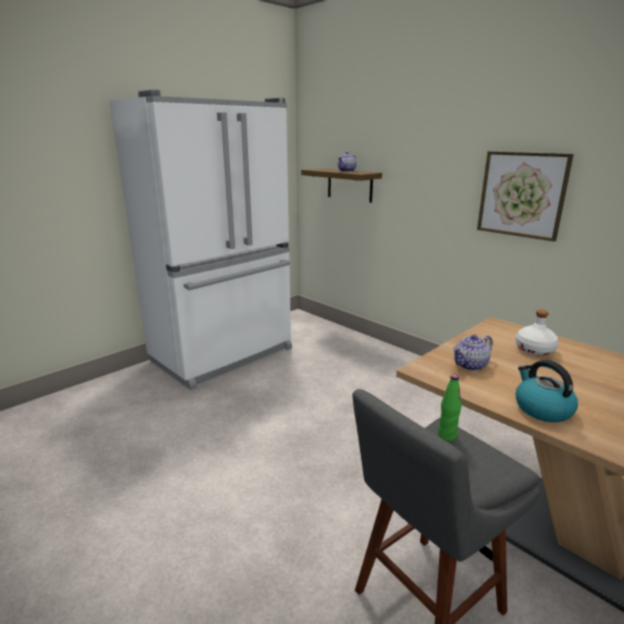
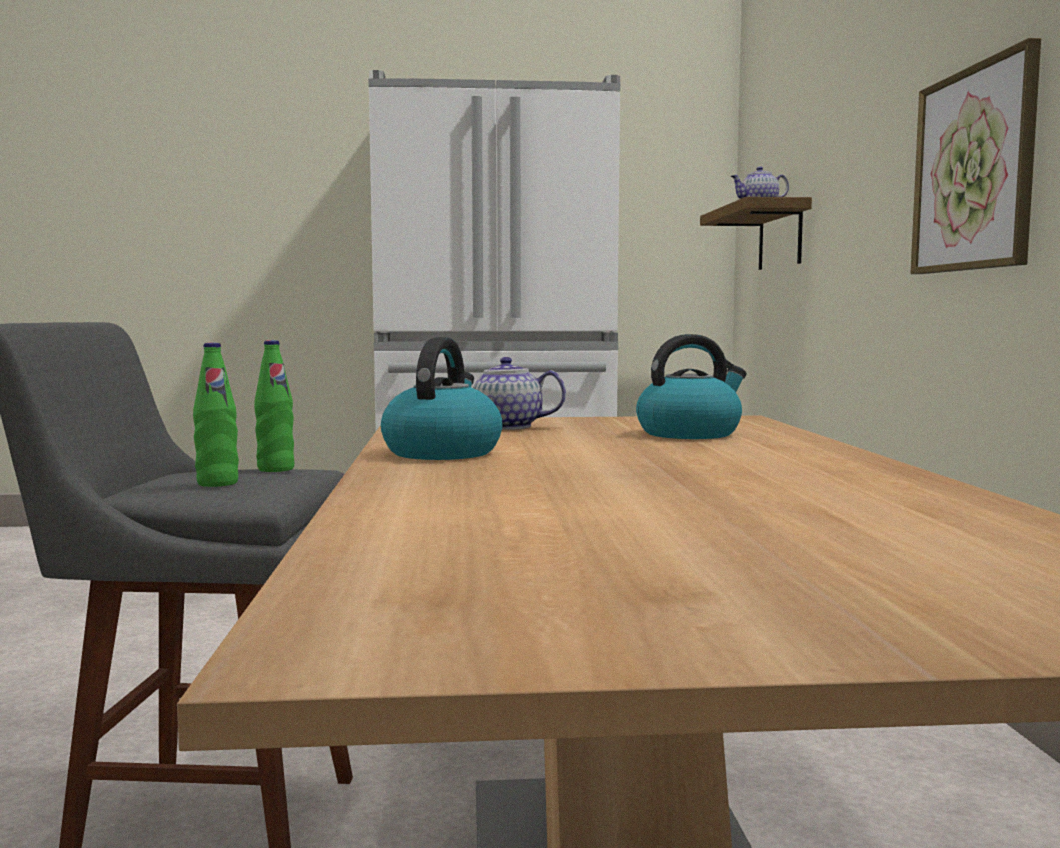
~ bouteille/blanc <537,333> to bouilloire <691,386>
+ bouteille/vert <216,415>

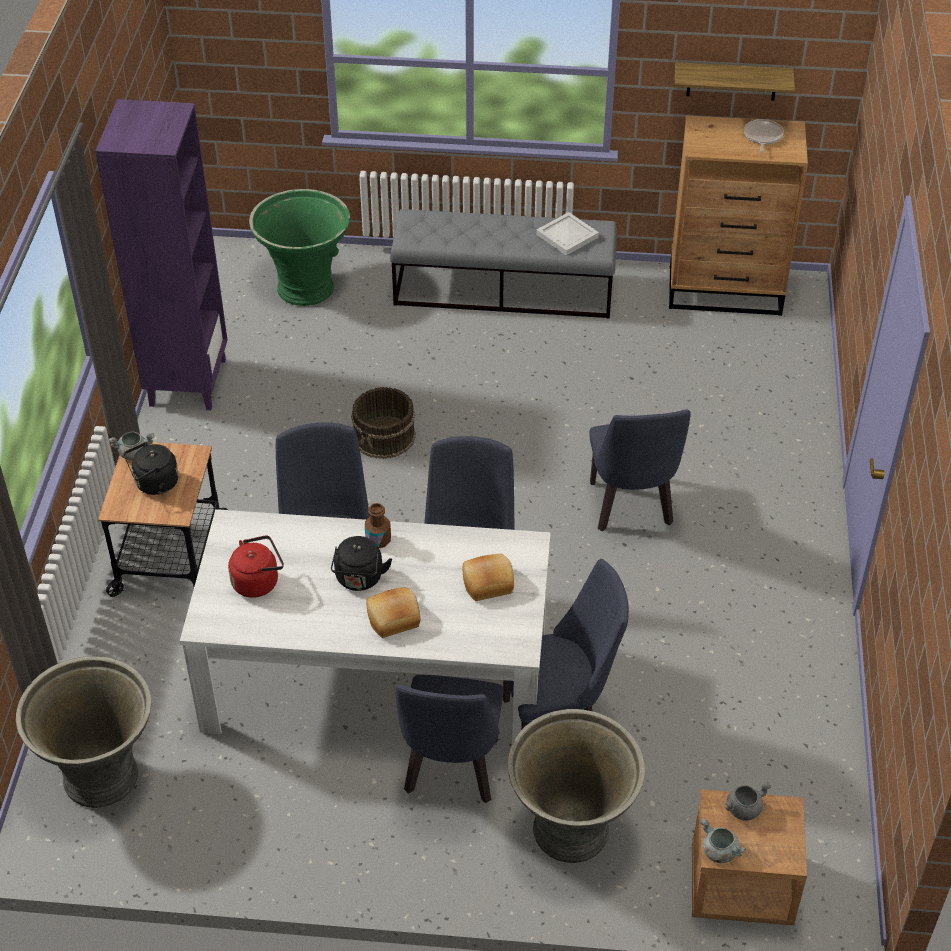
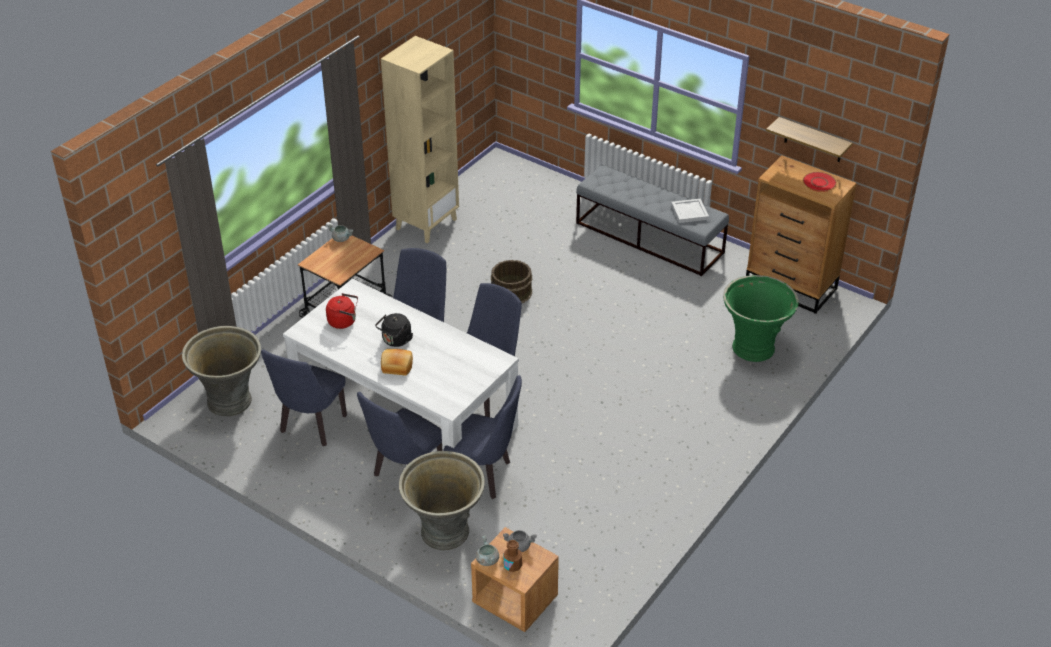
~ bibliothèque/violet <161,254> to bibliothèque/beige <420,139>
- bouilloire/noir <151,468>
~ cache-pot/vert <299,247> to <761,318>
~ bouteille/marron <378,525> to <513,556>
- pain <488,577>
~ chaise/bleu <640,470> to <304,397>
~ poêle <764,136> to assiette/rouge <820,182>

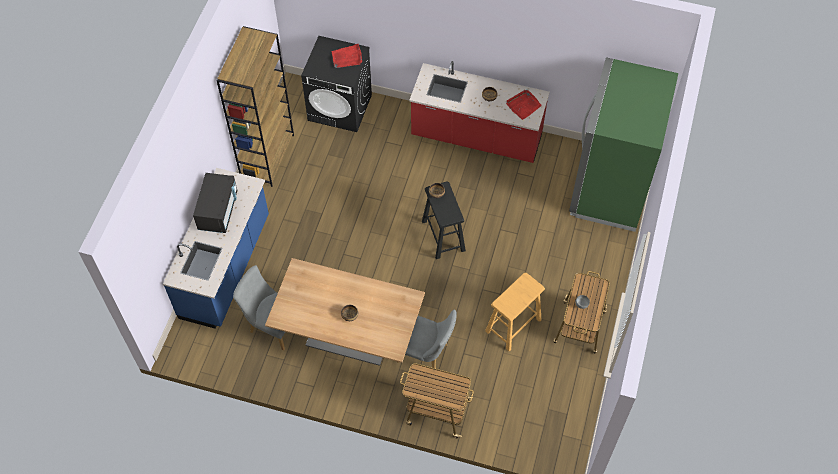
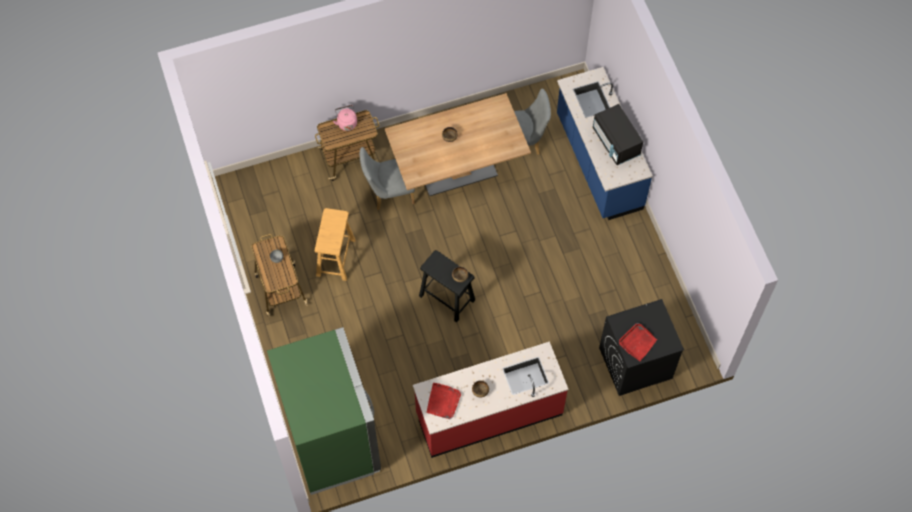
- bibliothèque/marron <255,106>
+ bouilloire/rose <345,118>

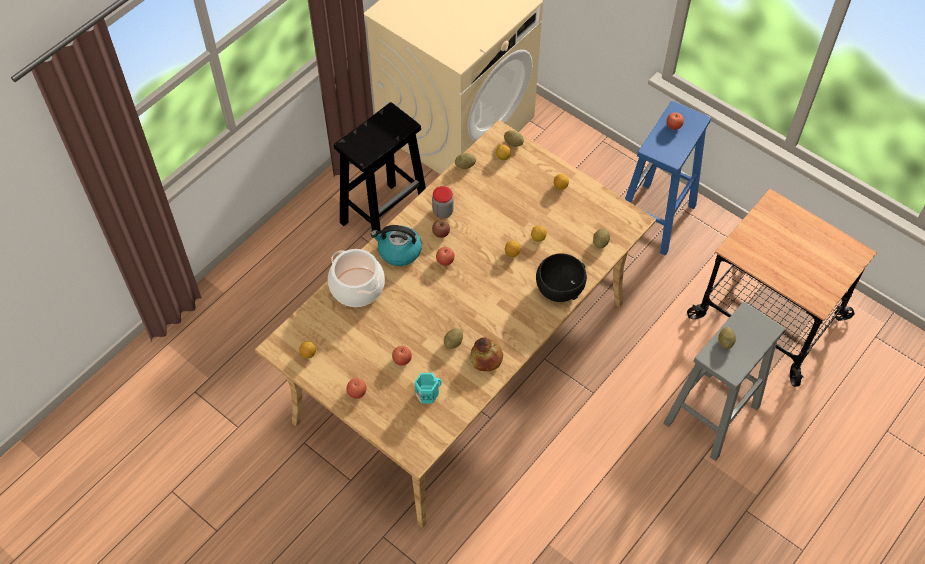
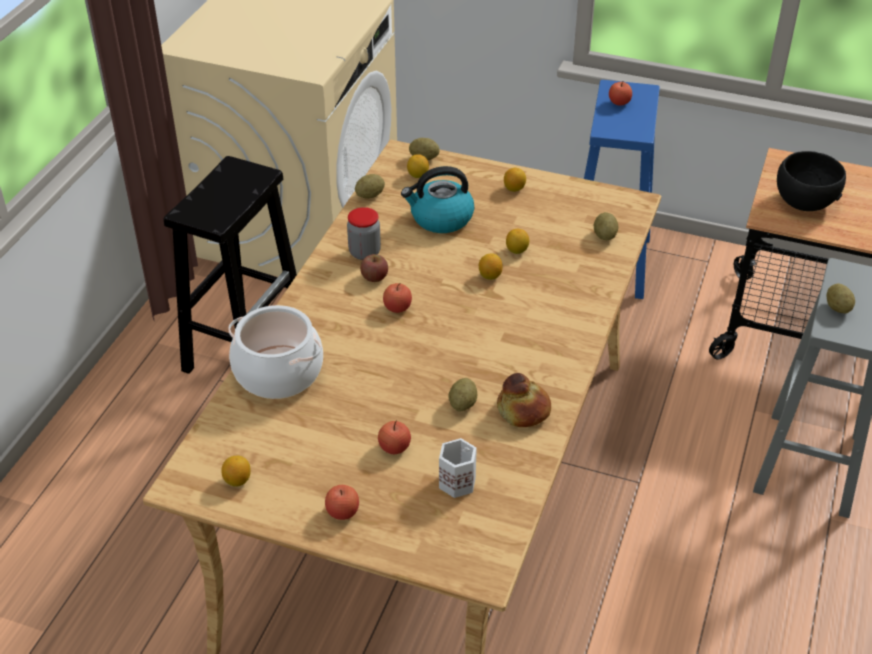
~ bouilloire <396,245> to <437,199>
~ mug/turquoise <428,388> to mug/blanc <458,468>
~ bol/noir <561,277> to <811,181>

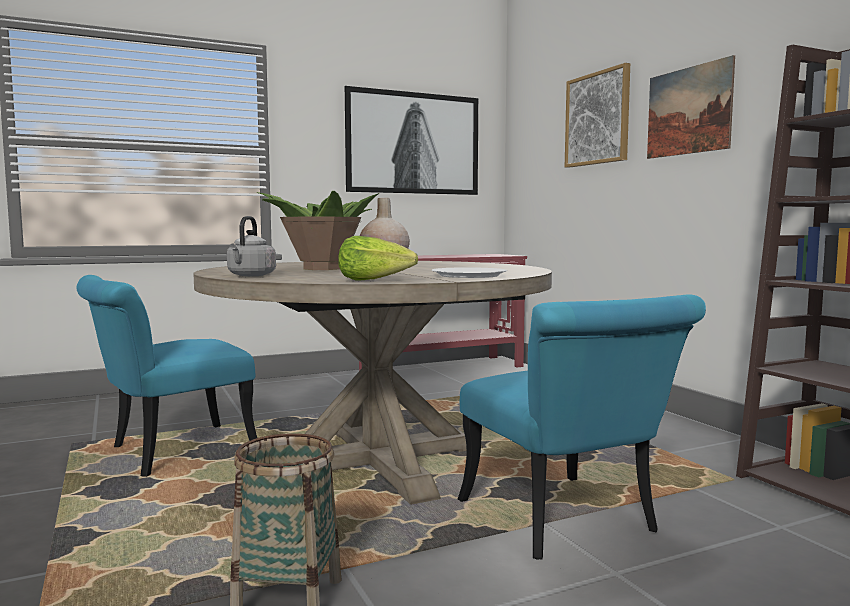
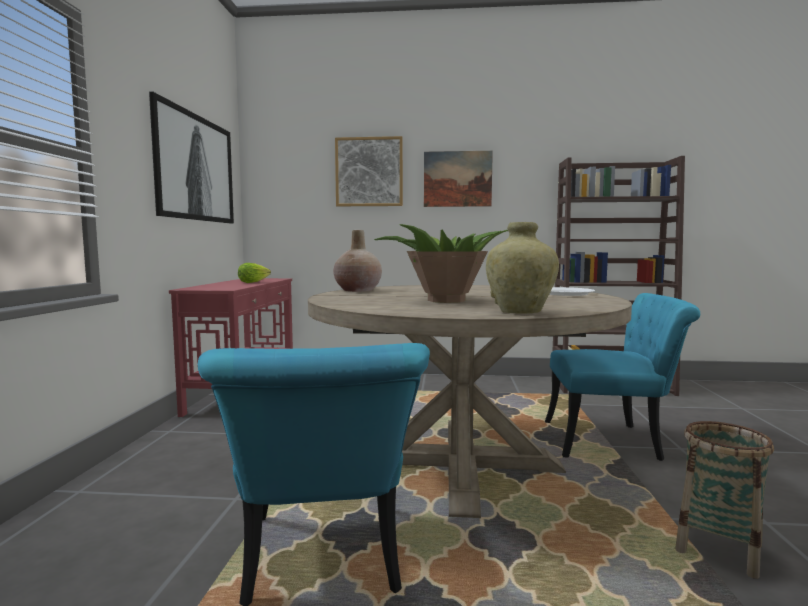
~ bouilloire/gris <251,246> to vase/beige <522,268>
~ laitue <378,258> to <254,273>

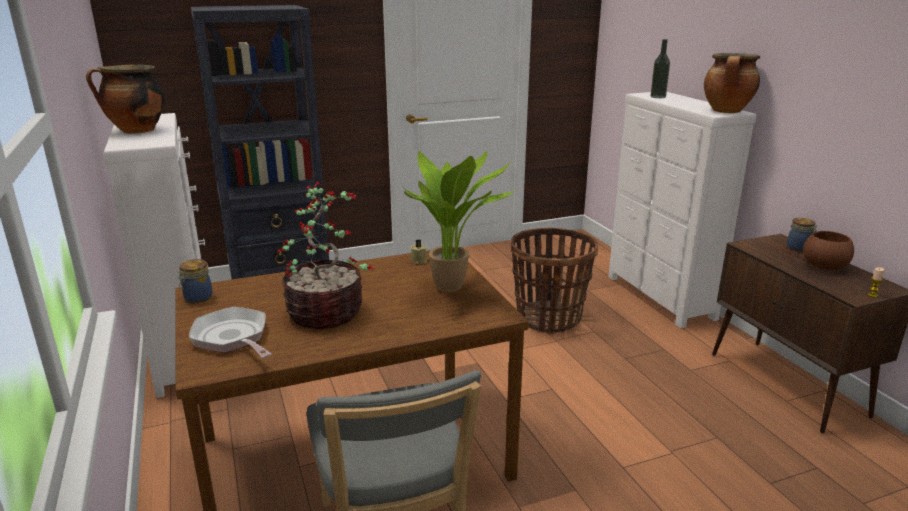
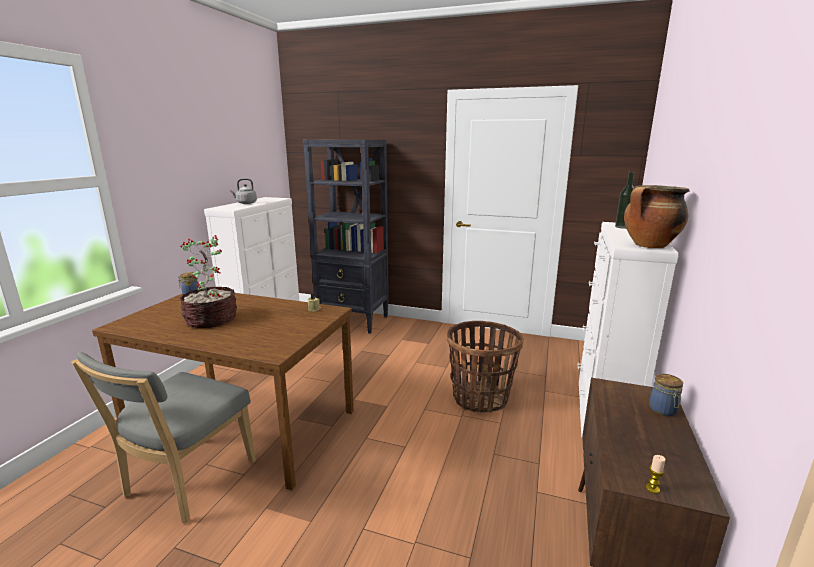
~ marmite <125,99> to bouilloire/gris <243,191>
- poêle <230,332>
- plante en pot <459,221>
- bol/marron <828,250>

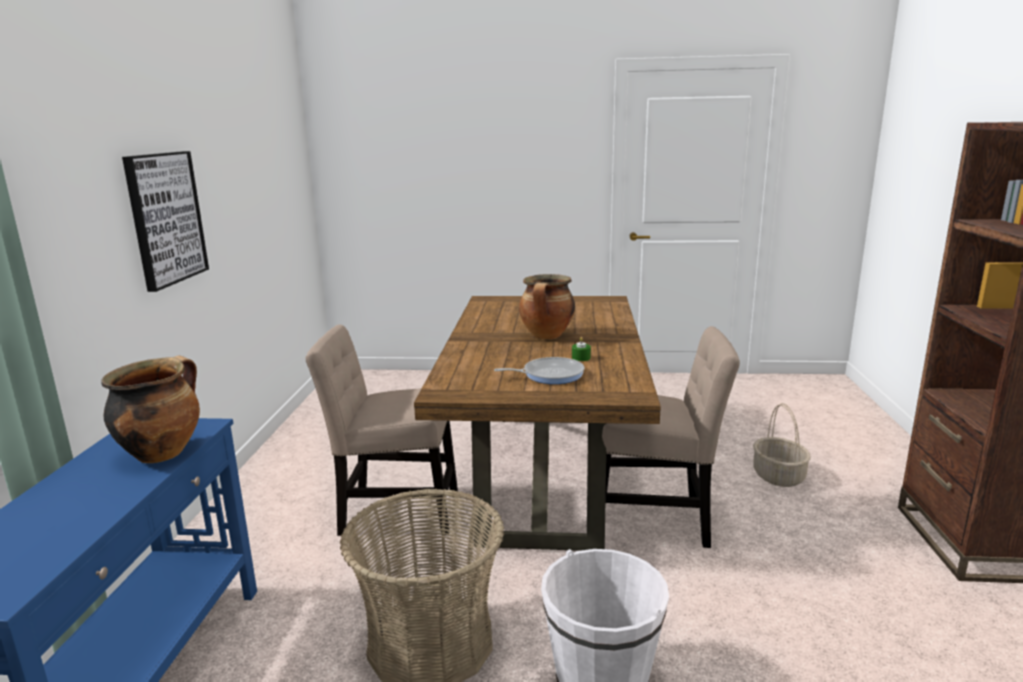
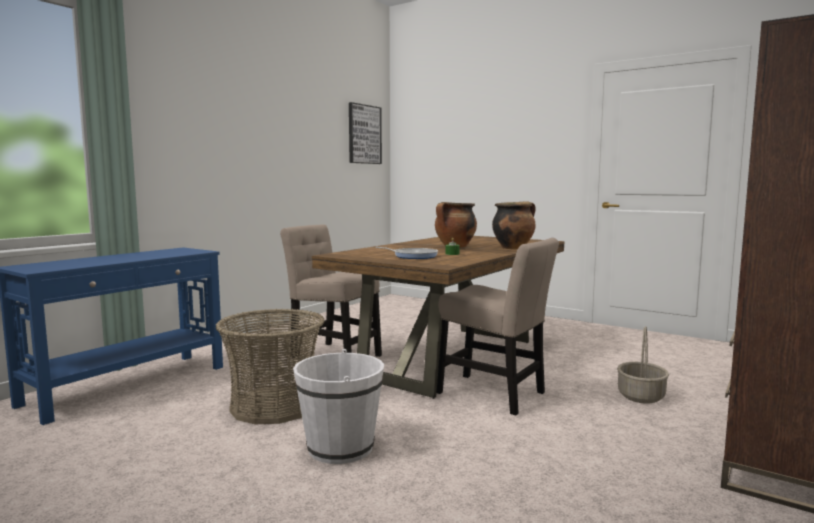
~ marmite <150,409> to <514,225>
~ tableau <165,221> to <365,133>

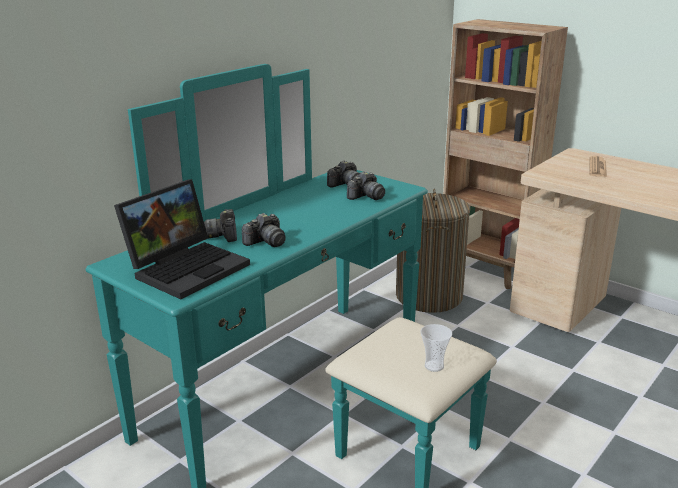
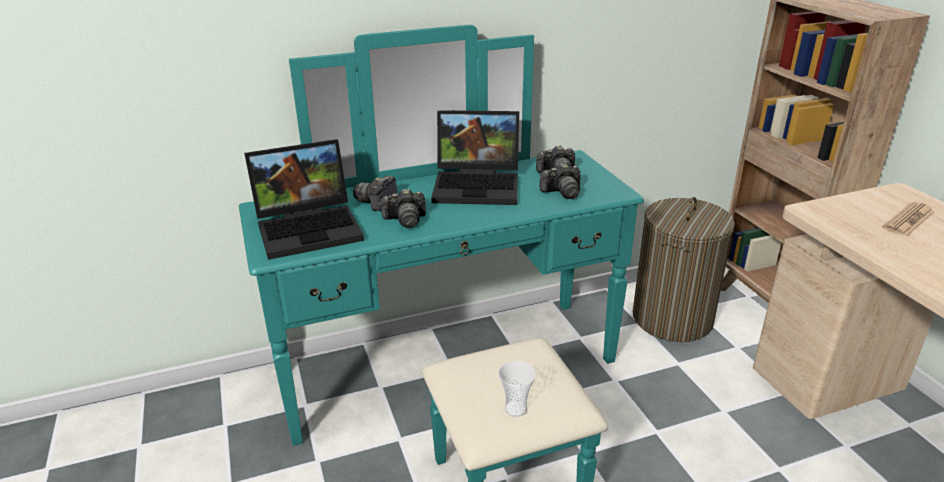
+ ordinateur portable <475,157>

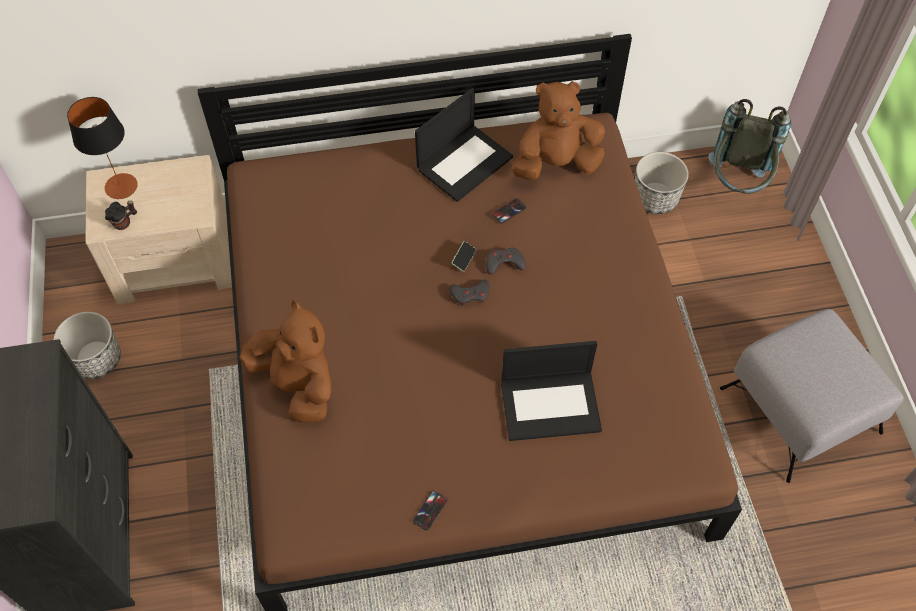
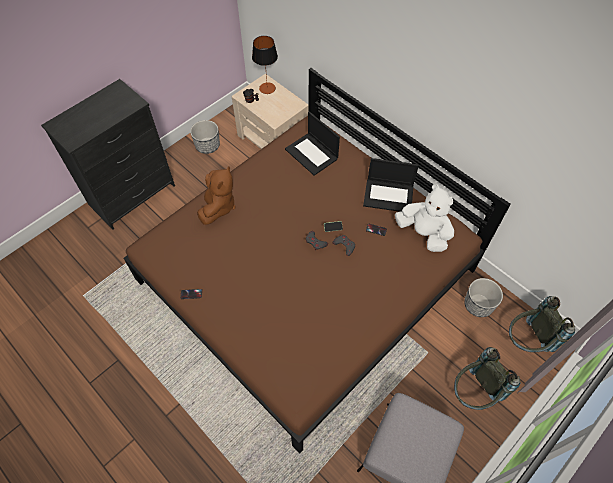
~ ordinateur portable <551,391> to <312,143>
~ peluche/marron <558,130> to peluche/blanc <424,218>
+ sac à dos/gris <487,378>

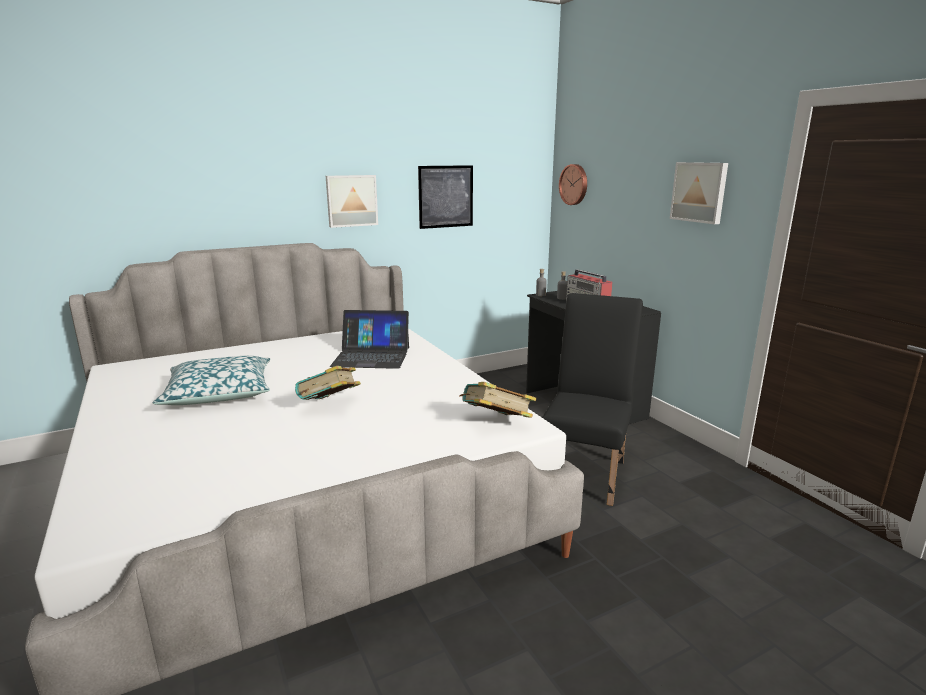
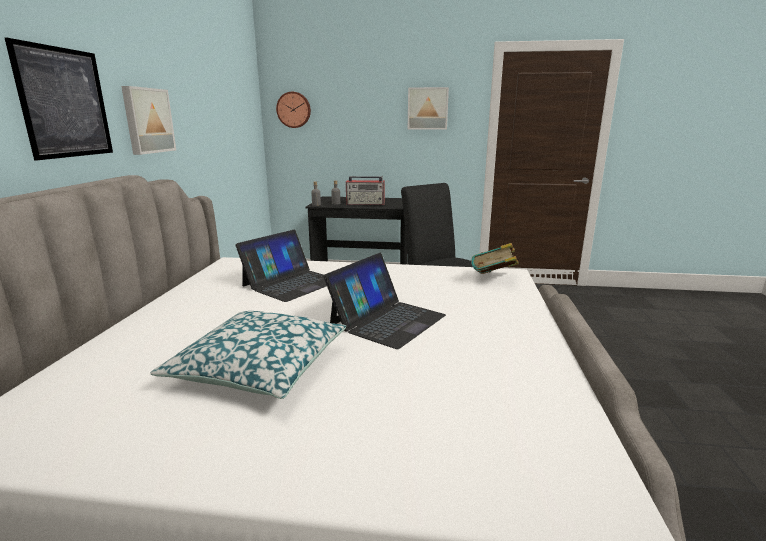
~ livre <328,383> to ordinateur portable <384,301>
~ tableau <445,197> to <59,99>

